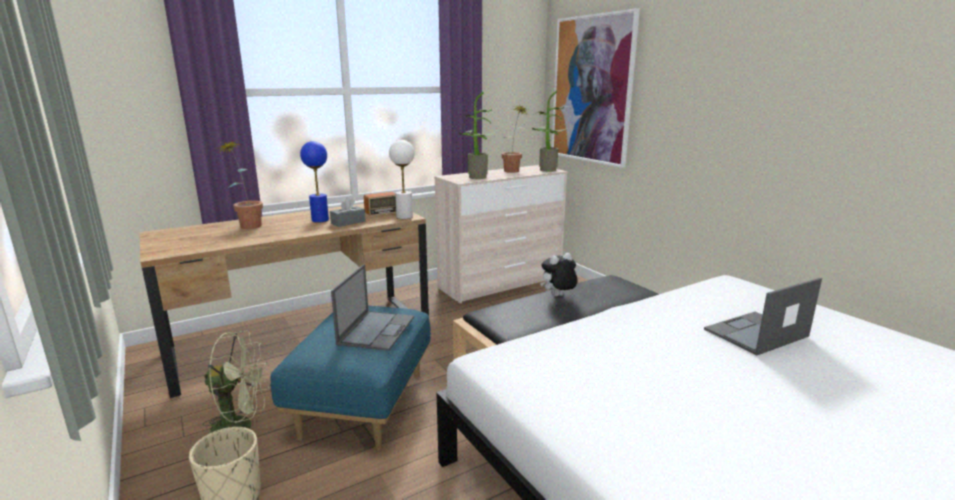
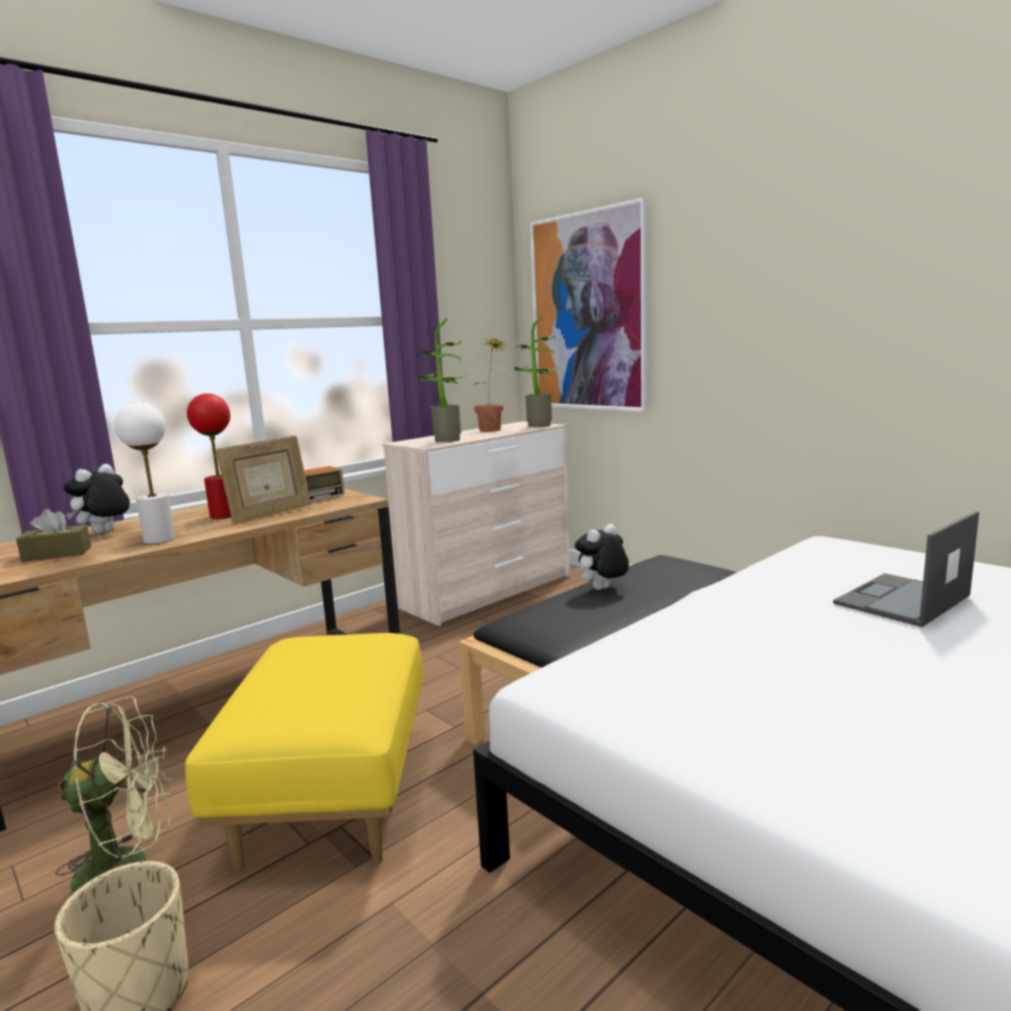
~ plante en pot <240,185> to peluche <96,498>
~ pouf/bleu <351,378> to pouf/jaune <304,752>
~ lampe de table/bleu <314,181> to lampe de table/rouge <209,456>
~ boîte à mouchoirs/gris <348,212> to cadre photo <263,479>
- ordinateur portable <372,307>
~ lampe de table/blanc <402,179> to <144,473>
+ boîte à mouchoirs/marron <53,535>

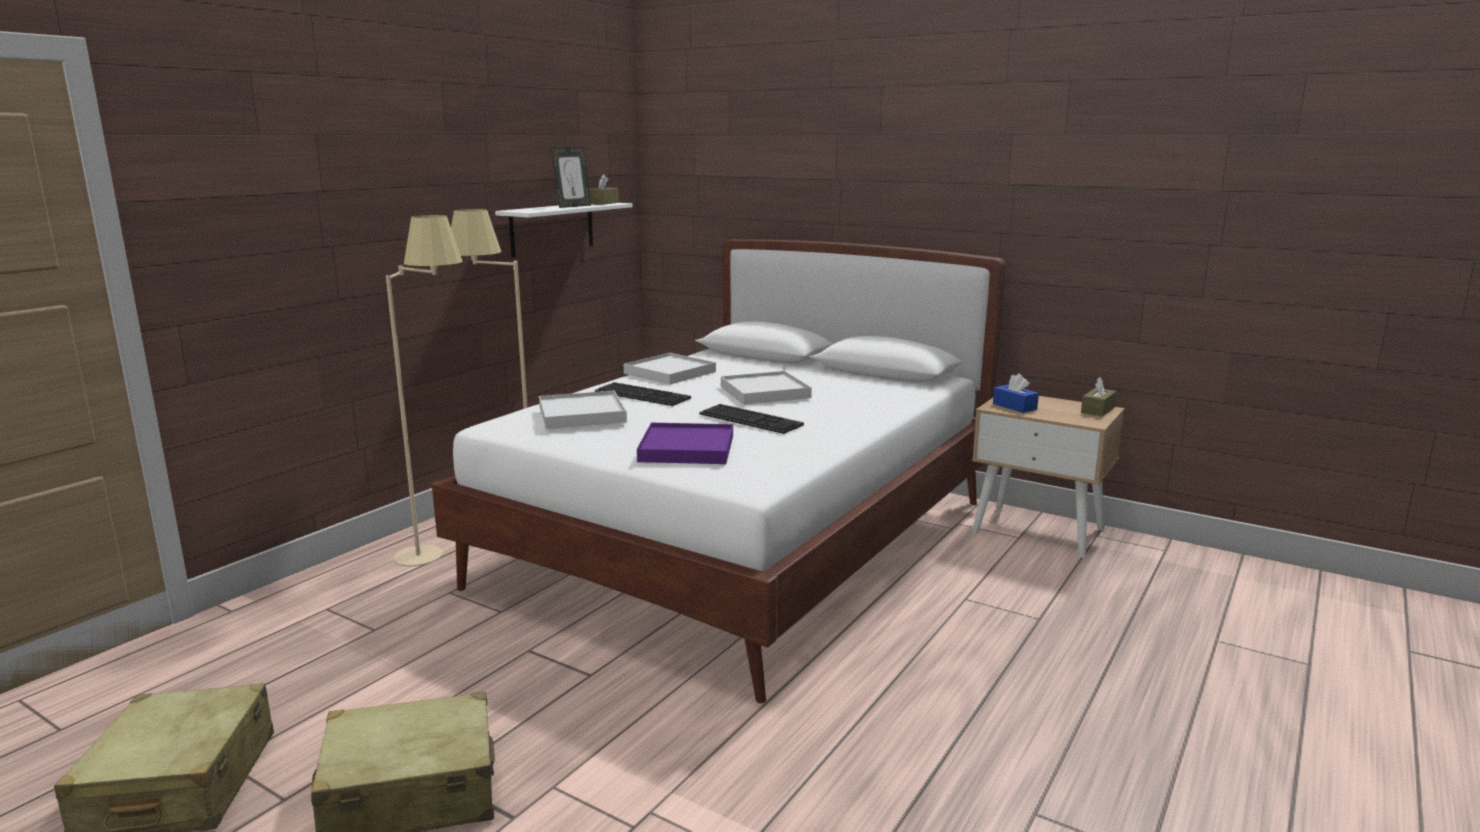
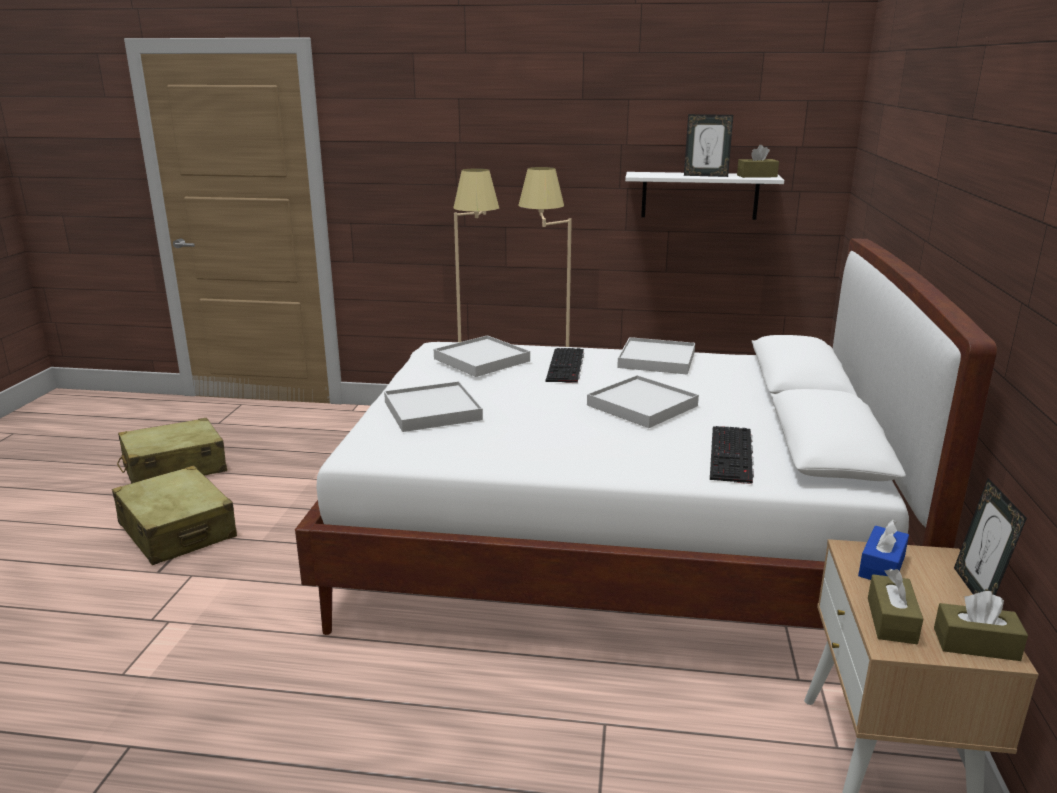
~ plateau/violet <685,443> to plateau/blanc <433,406>
~ clavier <751,419> to <732,455>
+ boîte à mouchoirs/marron <895,606>
+ cadre photo <990,537>

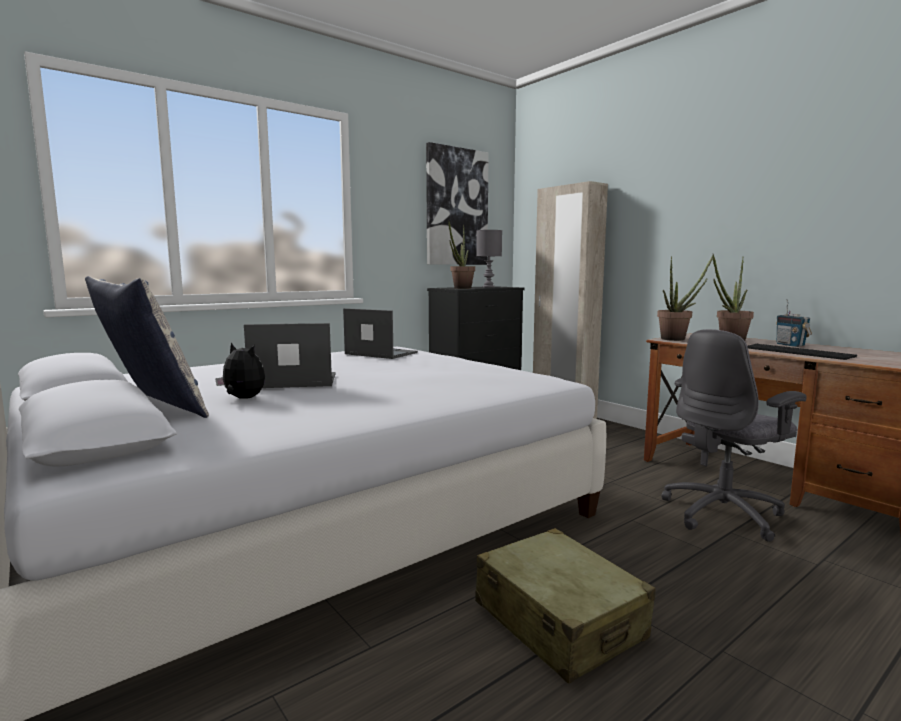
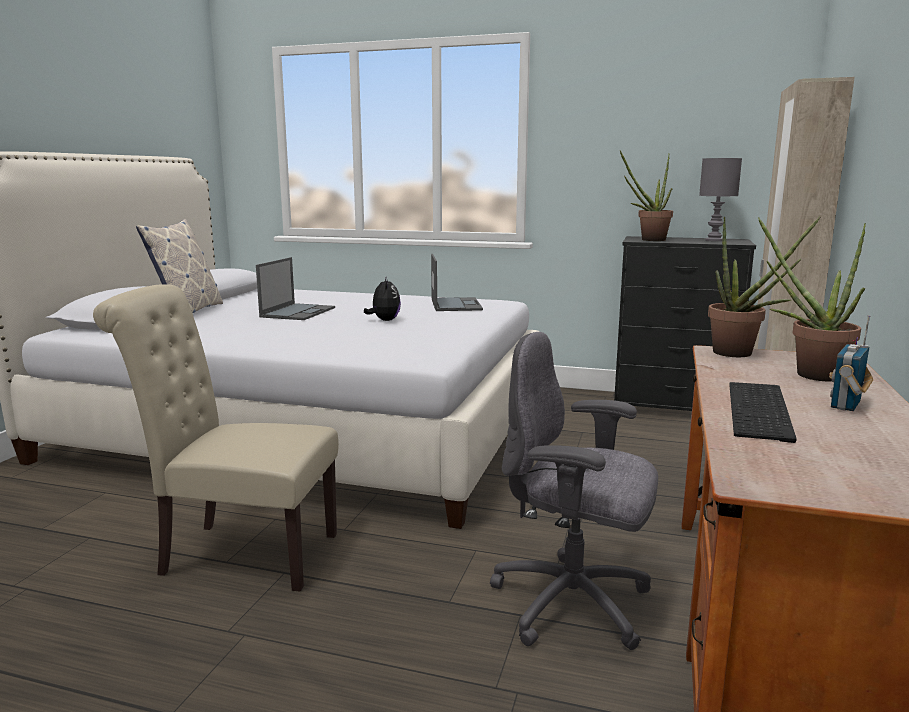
~ peluche <240,371> to <382,299>
~ ordinateur portable <290,355> = <295,288> 60 degrees clockwise
- tableau <457,203>
~ valise/beige <565,606> to chaise/beige <216,438>

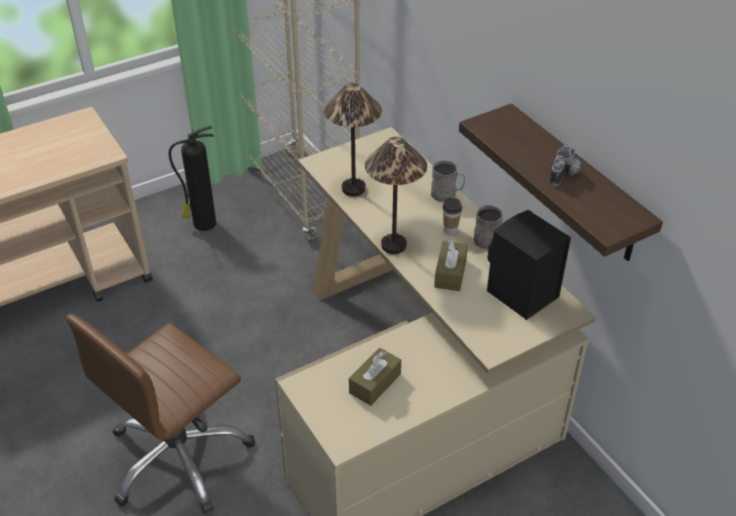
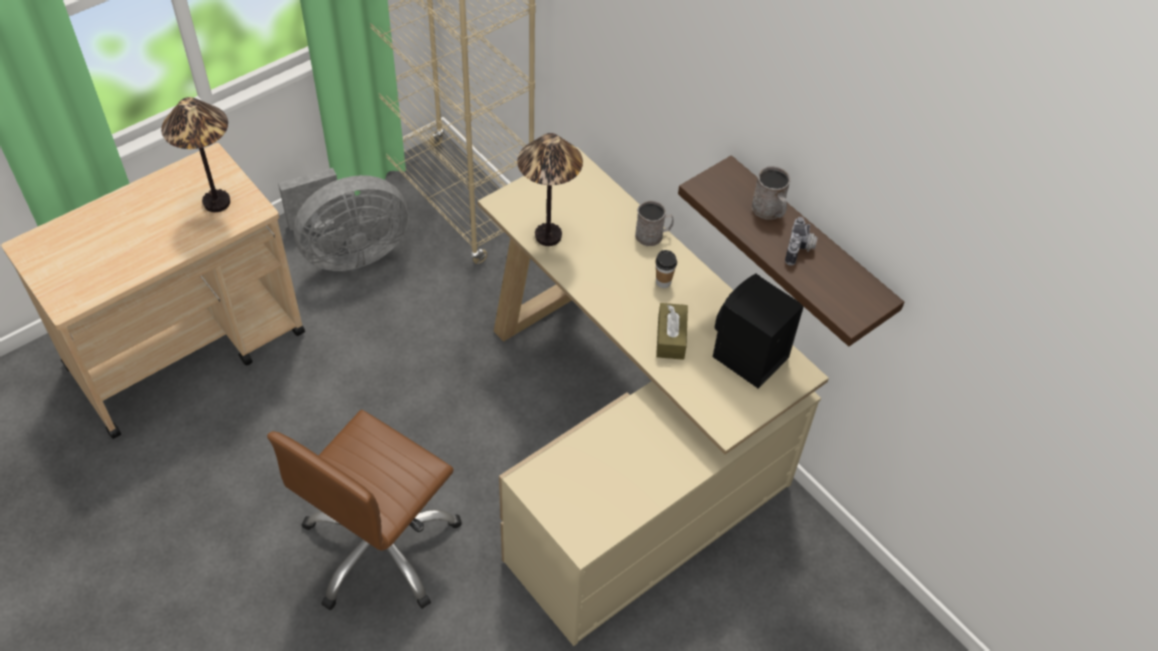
~ extincteur <192,178> to ventilateur/gris <343,219>
- boîte à mouchoirs/marron <375,377>
~ lampe de table <396,195> to <195,154>
~ mug/gris <488,227> to <771,192>

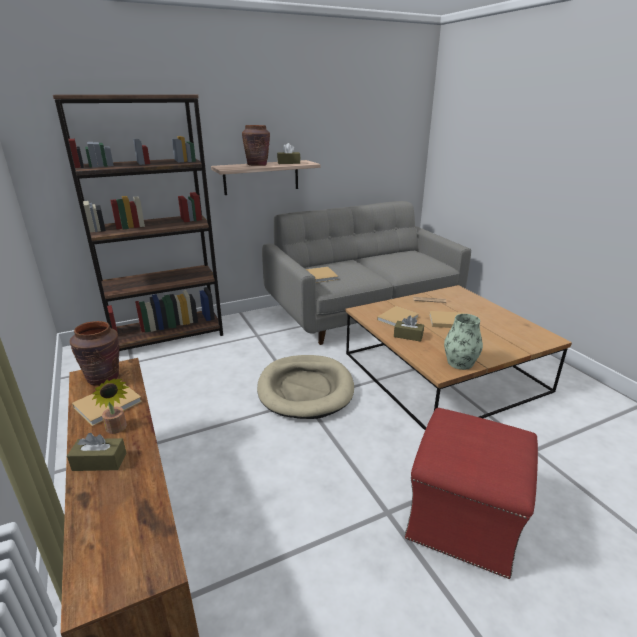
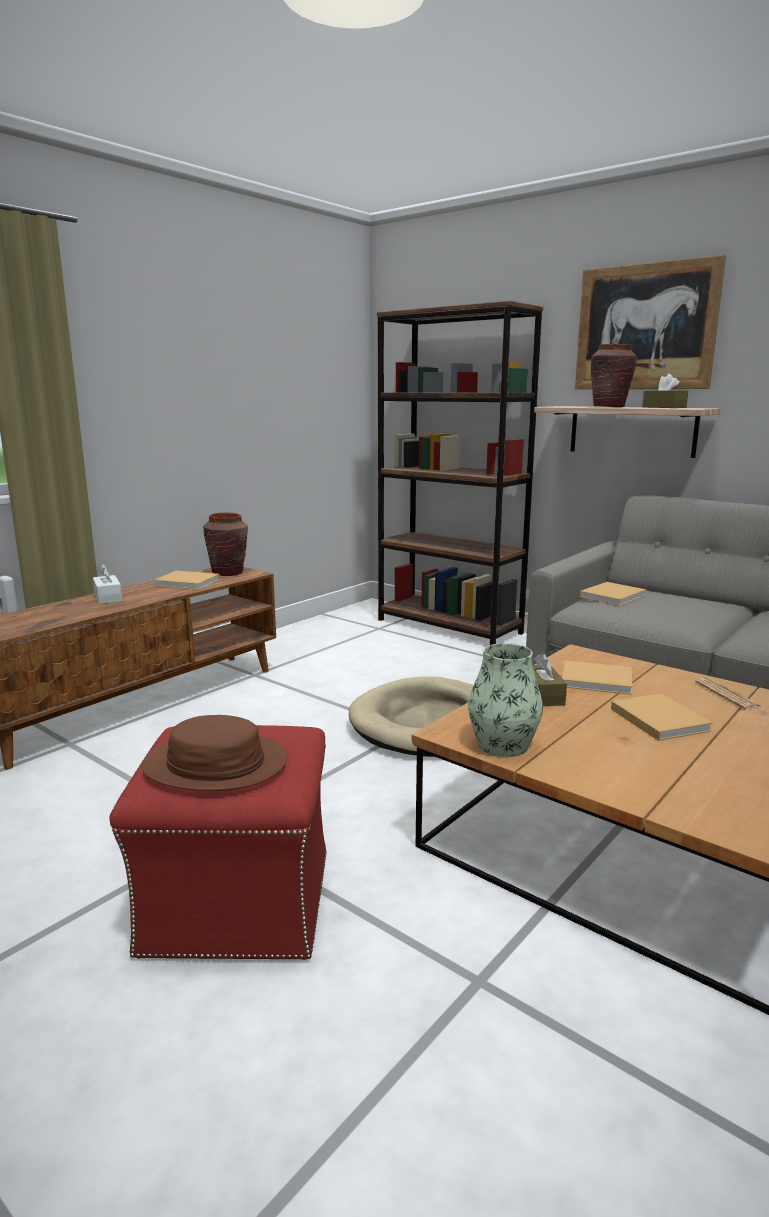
~ boîte à mouchoirs/marron <96,452> to boîte à mouchoirs/blanc <107,584>
- plante en pot <110,406>
+ chapeau/marron <215,753>
+ tableau <650,322>

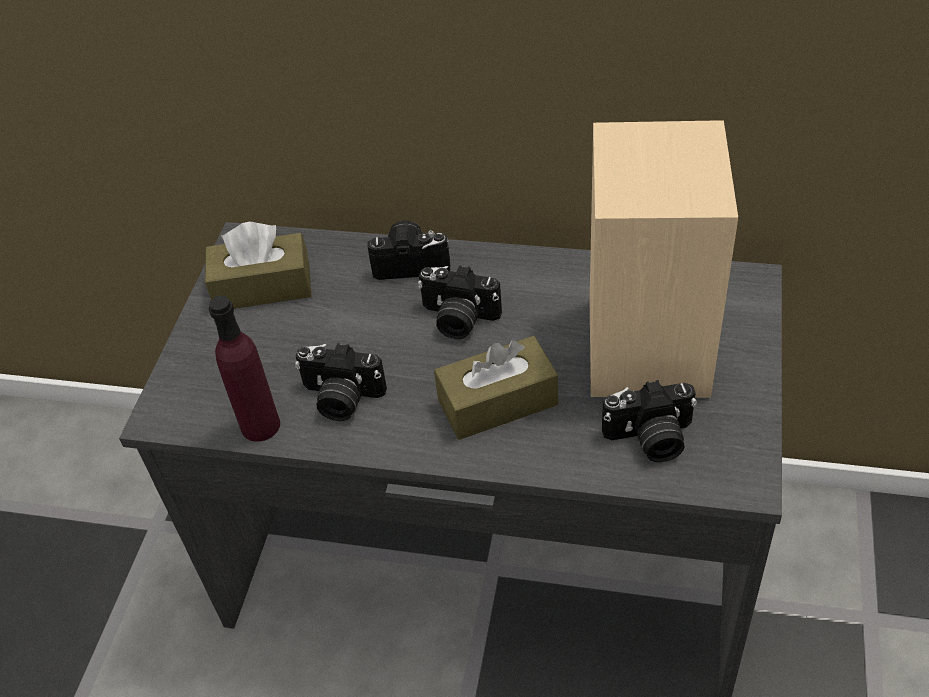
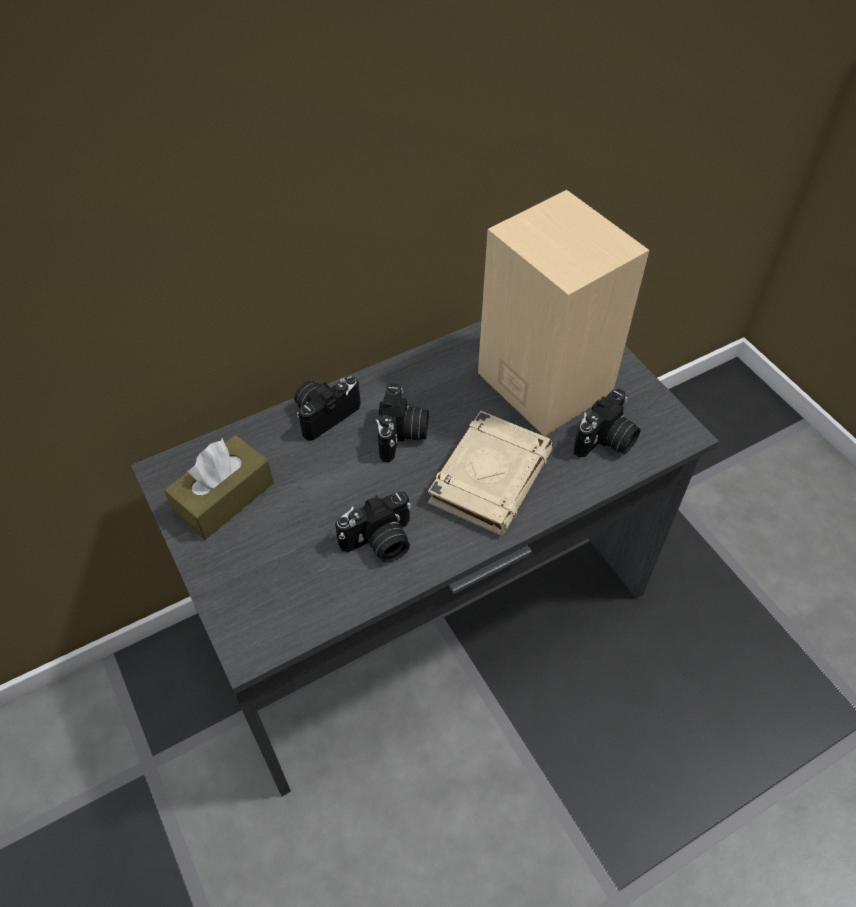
- bouteille/violet <244,369>
~ appareil photo <459,302> = <402,422> 60 degrees counterclockwise
~ boîte à mouchoirs/marron <496,388> to livre/beige <491,473>

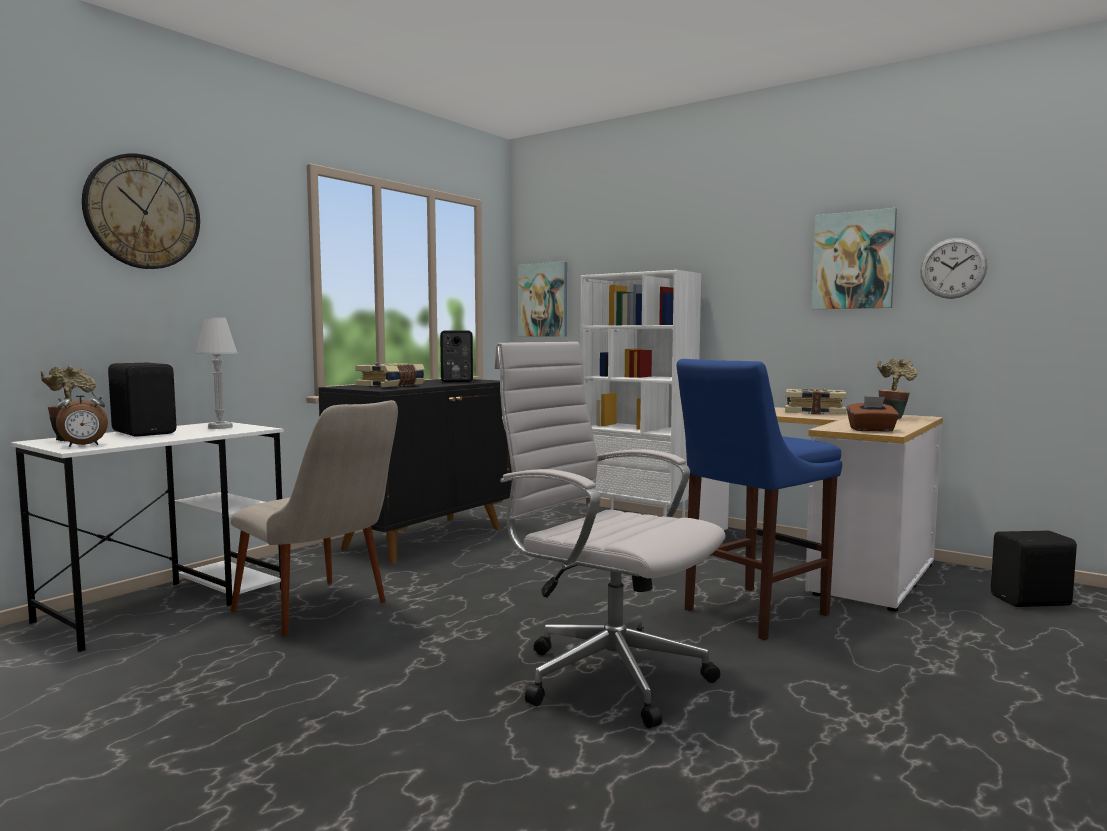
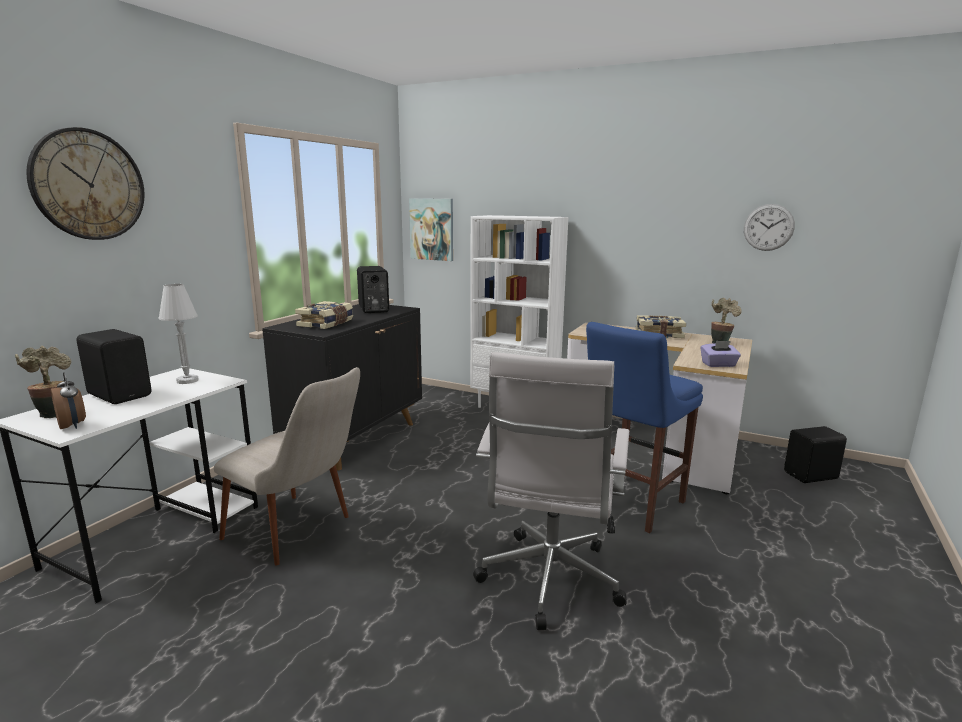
~ réveil <82,416> = <68,400> 90 degrees counterclockwise
~ chaise de bureau/blanc <610,535> = <551,491> 105 degrees counterclockwise
- tableau <854,258>
~ boîte à mouchoirs/marron <873,414> to boîte à mouchoirs/violet <720,354>

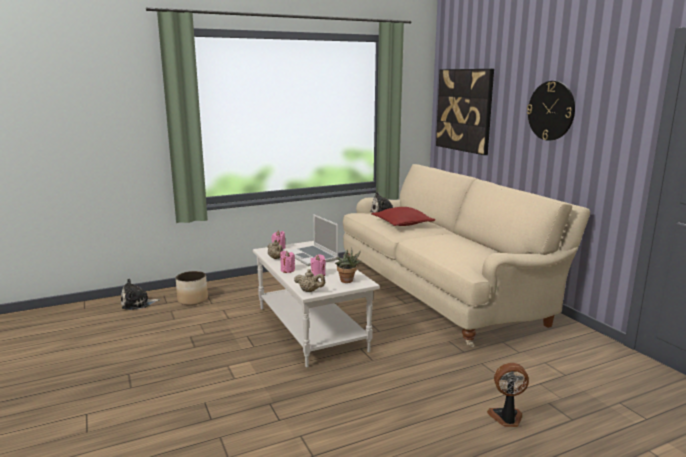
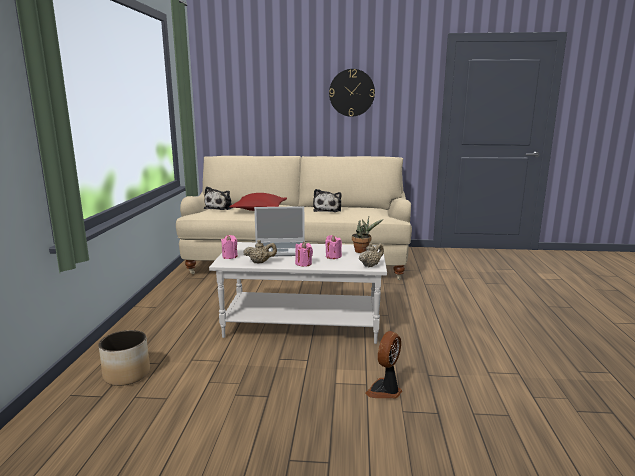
~ peluche <140,294> to <327,200>
- tableau <465,112>
~ ventilateur <508,395> to <383,364>

